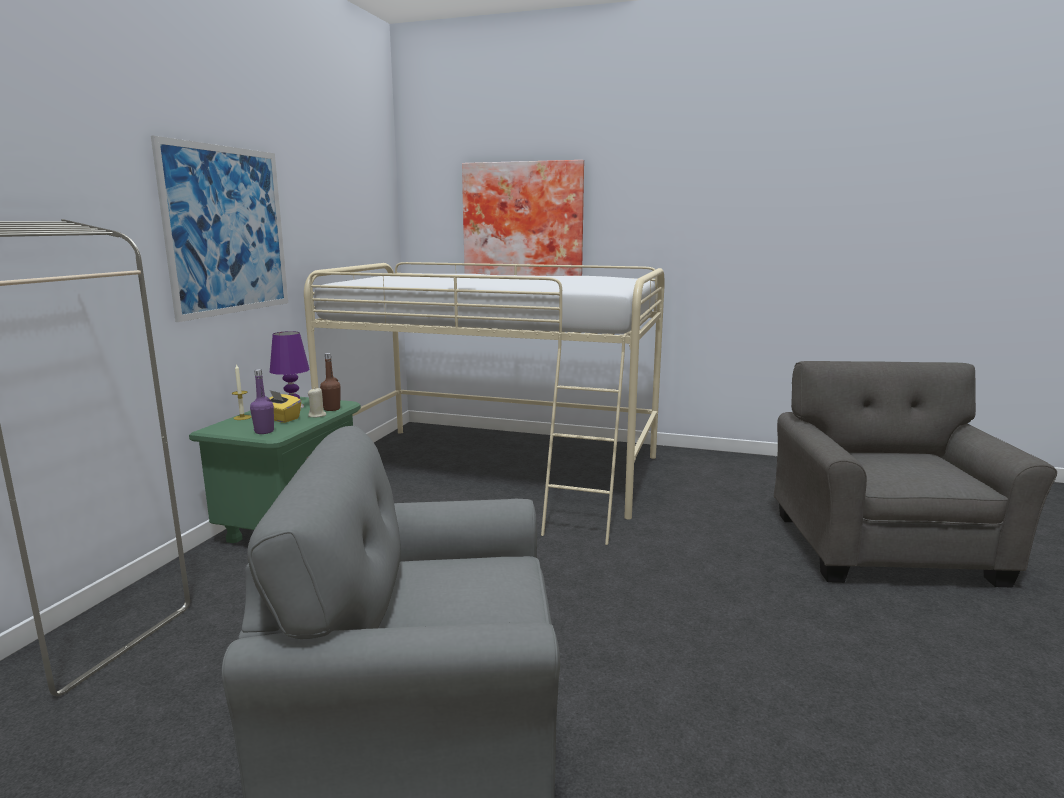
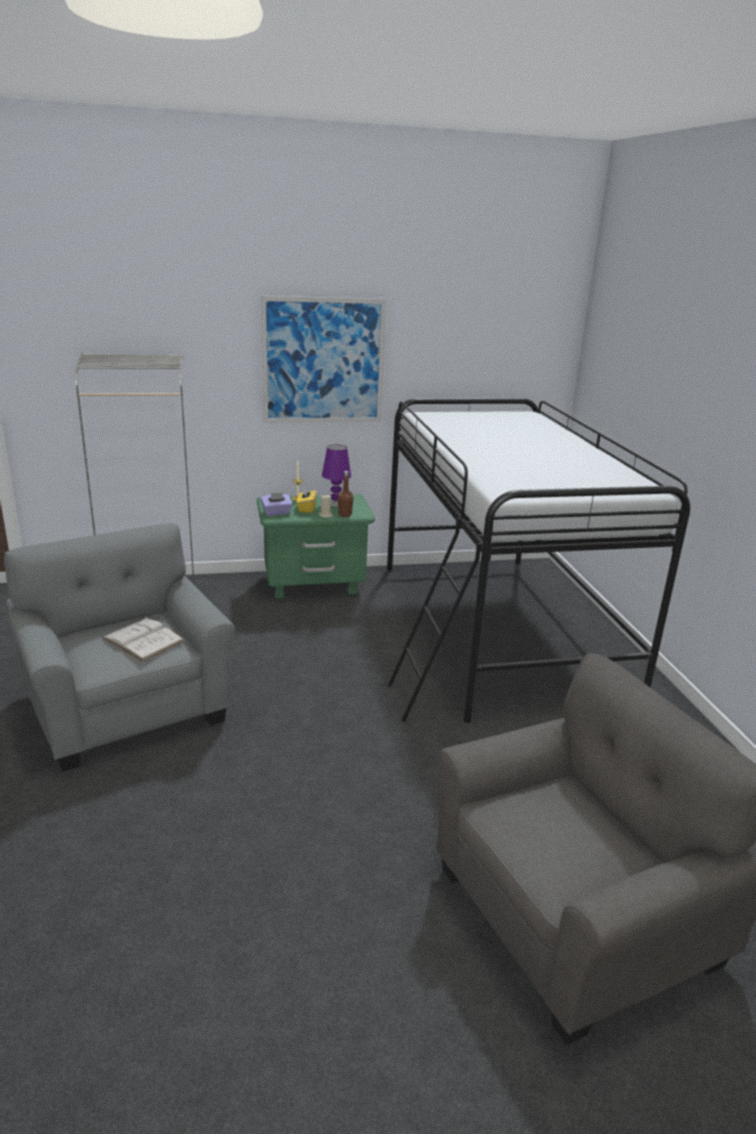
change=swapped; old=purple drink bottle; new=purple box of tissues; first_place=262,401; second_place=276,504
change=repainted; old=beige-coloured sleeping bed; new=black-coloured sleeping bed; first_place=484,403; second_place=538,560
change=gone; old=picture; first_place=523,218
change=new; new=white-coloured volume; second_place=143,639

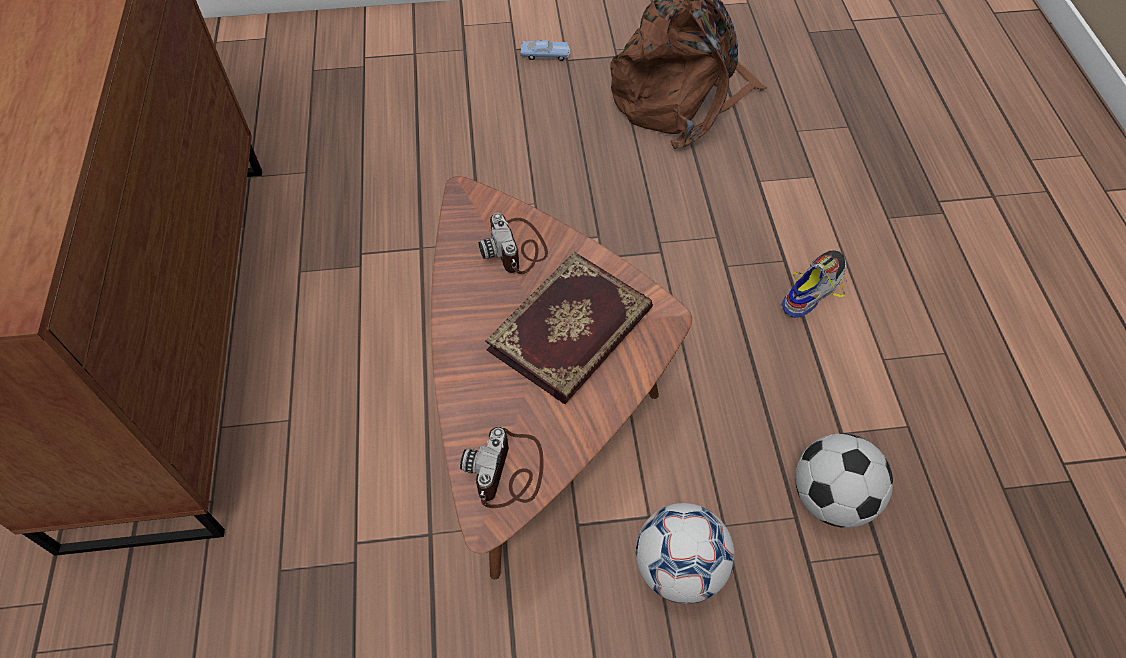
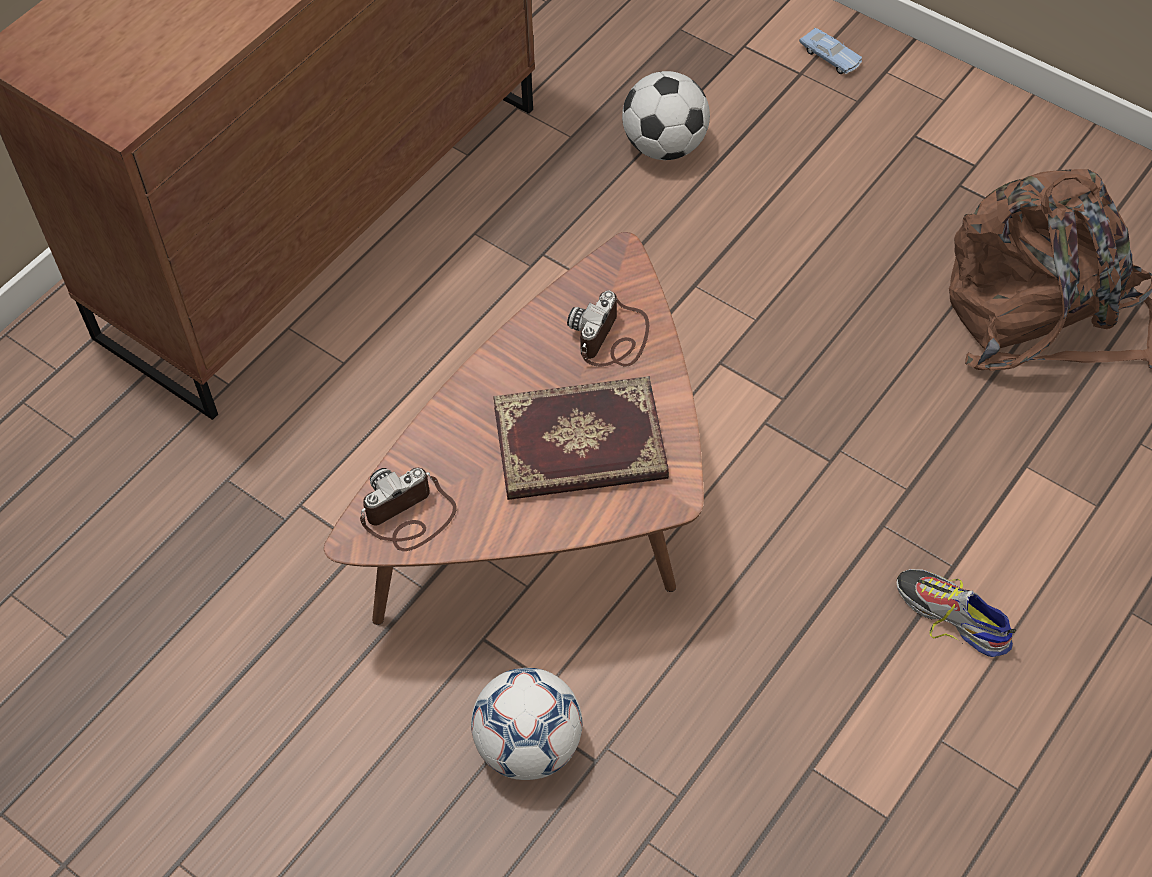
change=shifted; old=blue-coloured toy car; first_place=545,50; second_place=830,51
change=rotated; old=shoe; first_place=813,284; second_place=956,613; degrees=-135
change=shifted; old=football; first_place=844,480; second_place=666,115

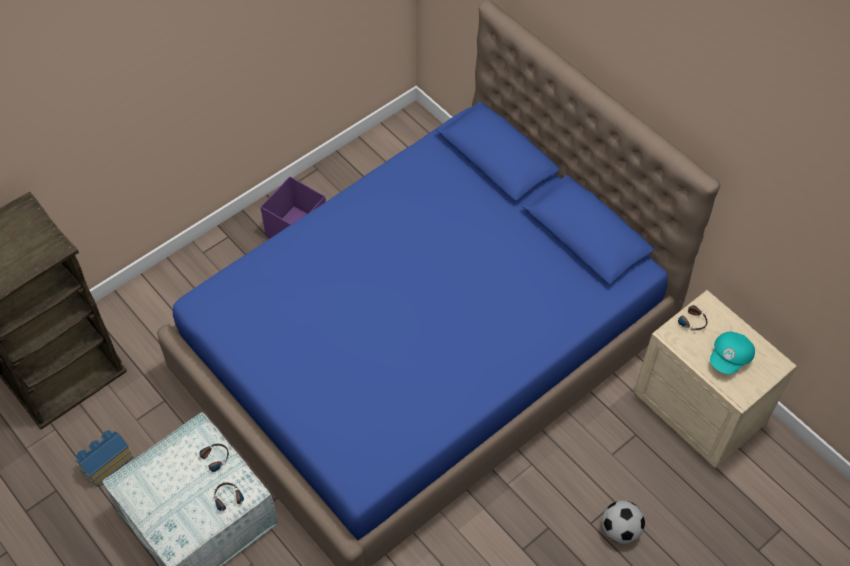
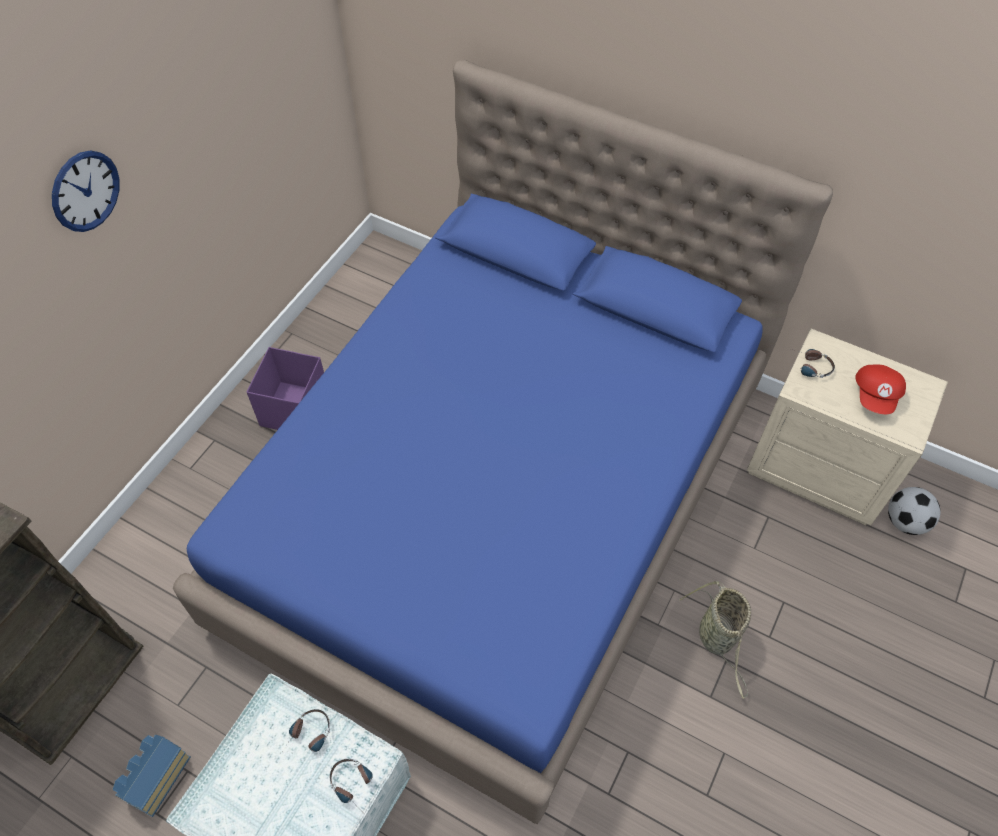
change=shifted; old=football; first_place=623,522; second_place=914,511
change=repainted; old=blue-green baseball cap; new=red baseball cap; first_place=732,353; second_place=880,389
change=new; new=clock on the wall; second_place=85,191
change=new; new=household basket; second_place=715,640

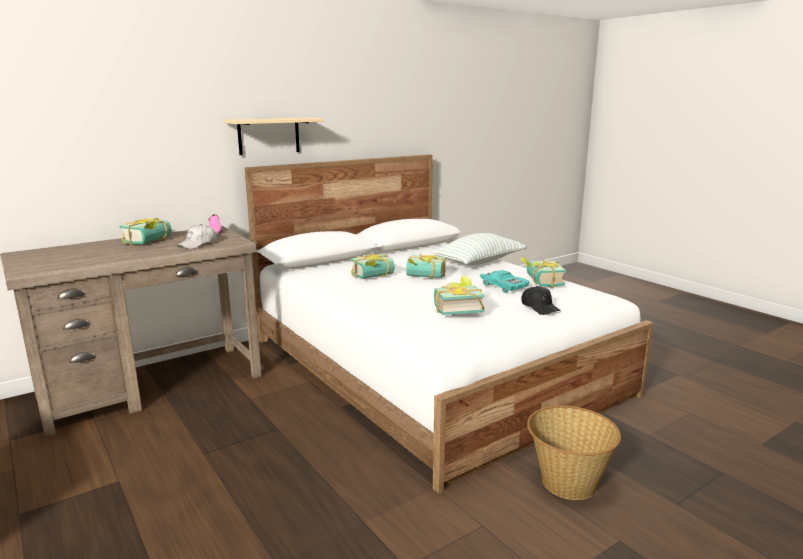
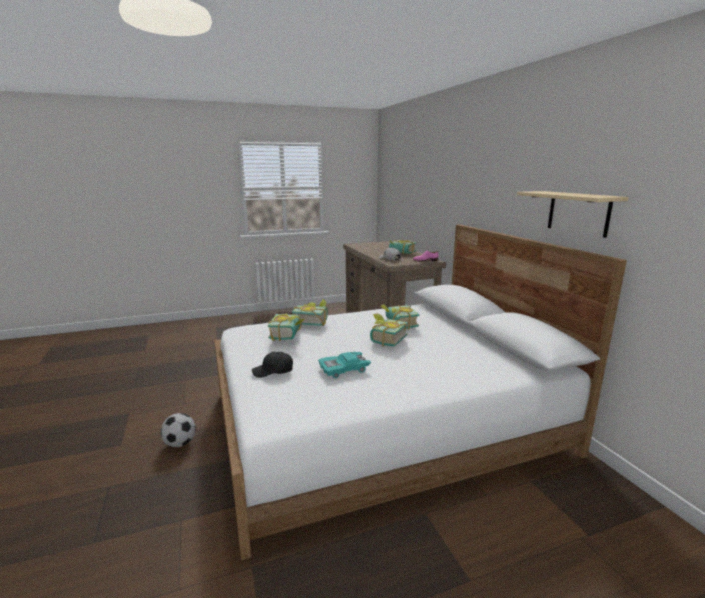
change=shifted; old=beige-coloured bracket shelf; first_place=273,136; second_place=573,214
change=gone; old=throw pillow; first_place=479,249
change=shifted; old=volume; first_place=543,272; second_place=310,312
change=swapped; old=household basket; new=football; first_place=574,453; second_place=178,430

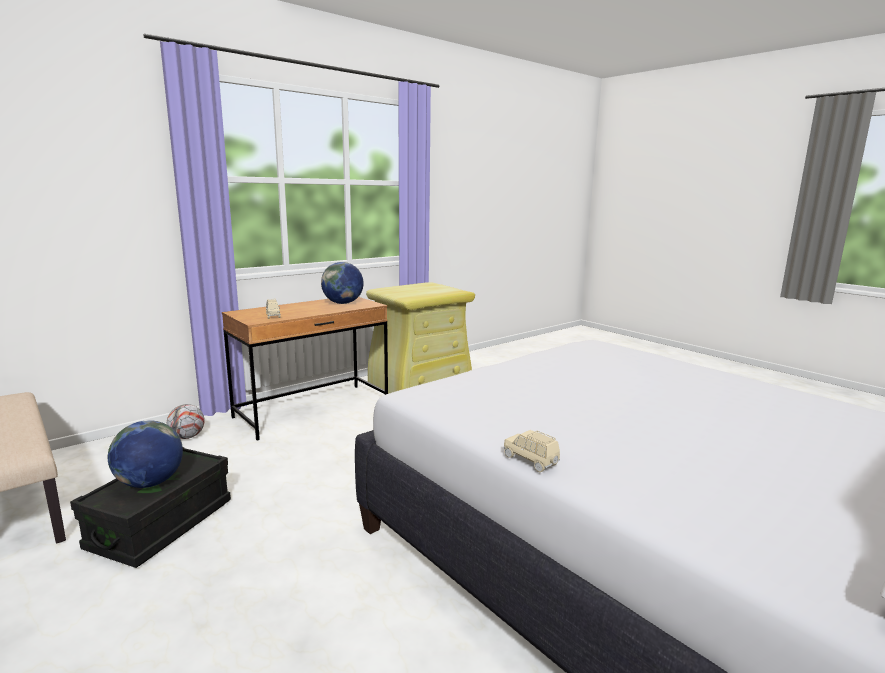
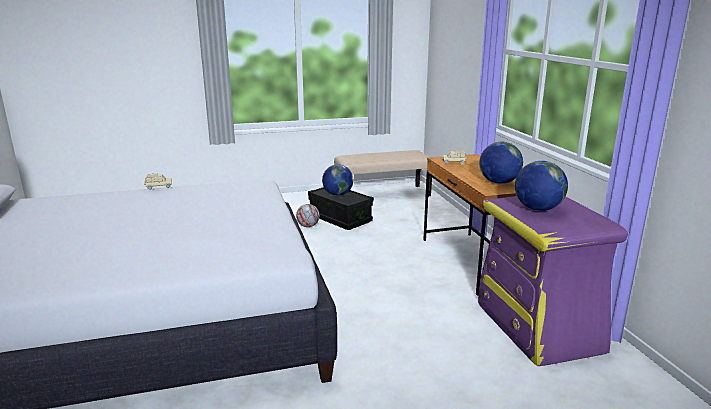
change=shifted; old=football; first_place=186,421; second_place=308,215
change=repainted; old=yellow-coloured nightstand; new=purple nightstand; first_place=420,338; second_place=553,281
change=new; new=world globe; second_place=541,186

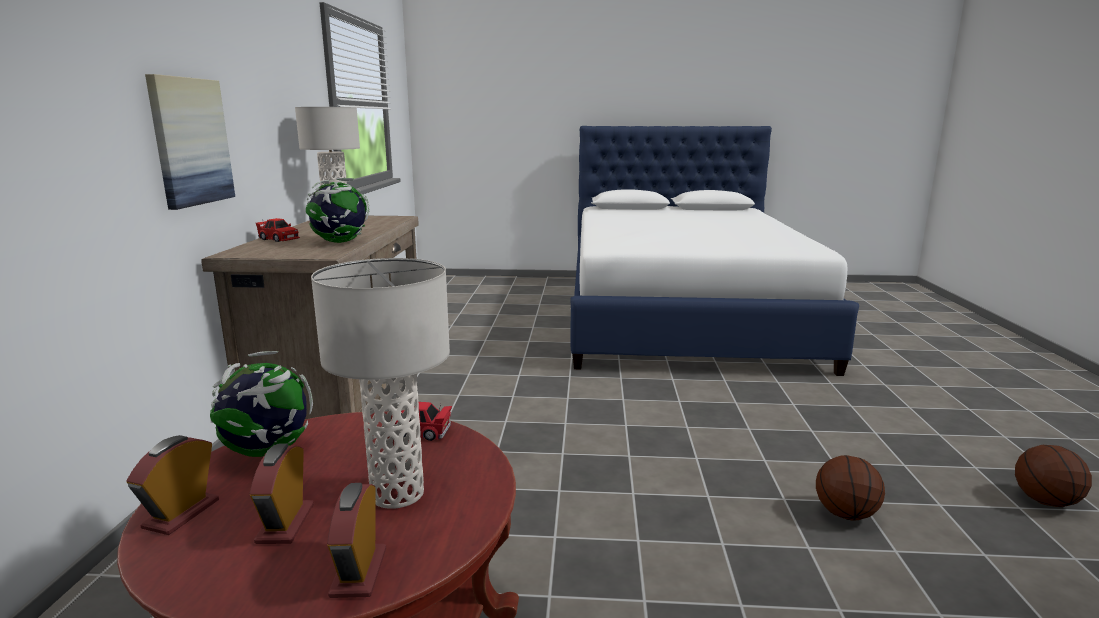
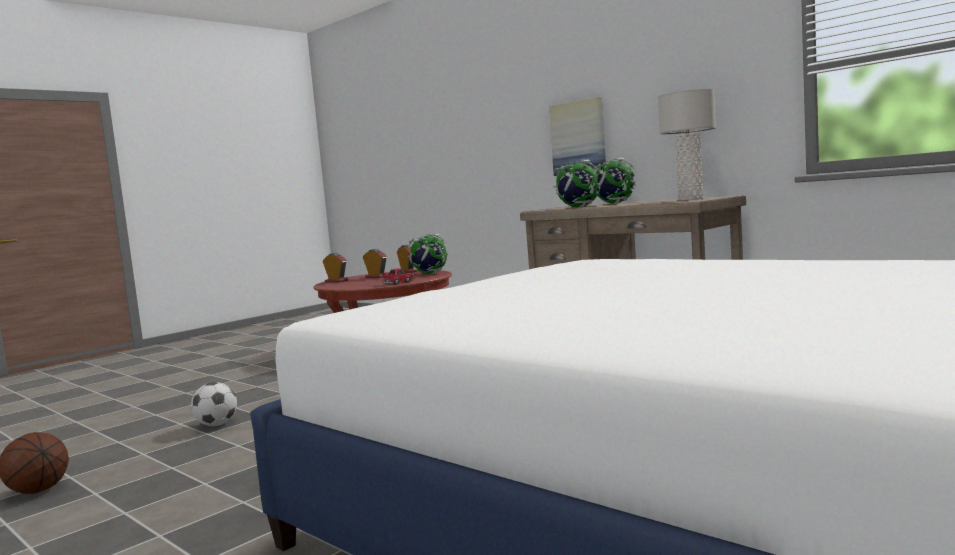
change=swapped; old=red toy car; new=world globe; first_place=278,230; second_place=614,181
change=gone; old=white-coloured lamp for a table; first_place=380,383
change=swapped; old=basketball ball; new=football; first_place=850,488; second_place=214,404

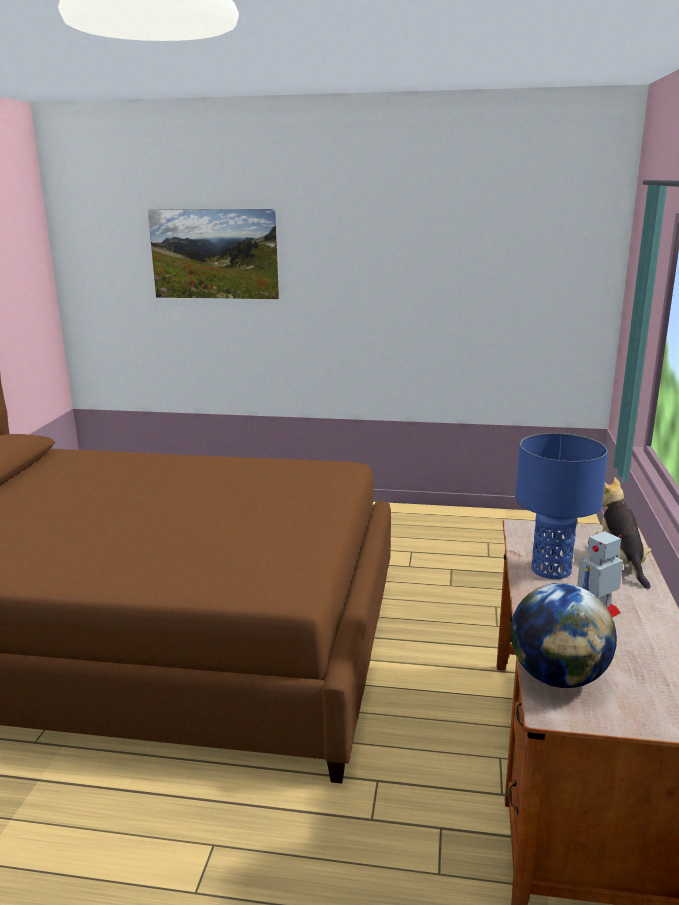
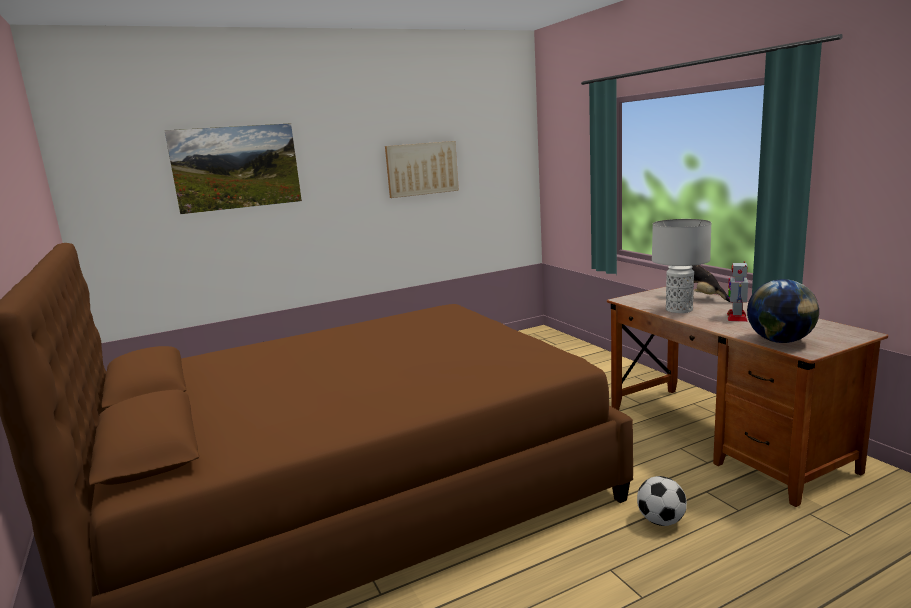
change=repainted; old=blue-coloured lamp for a table; new=white-coloured lamp for a table; first_place=561,506; second_place=681,266
change=new; new=picture; second_place=422,169
change=new; new=football; second_place=662,501

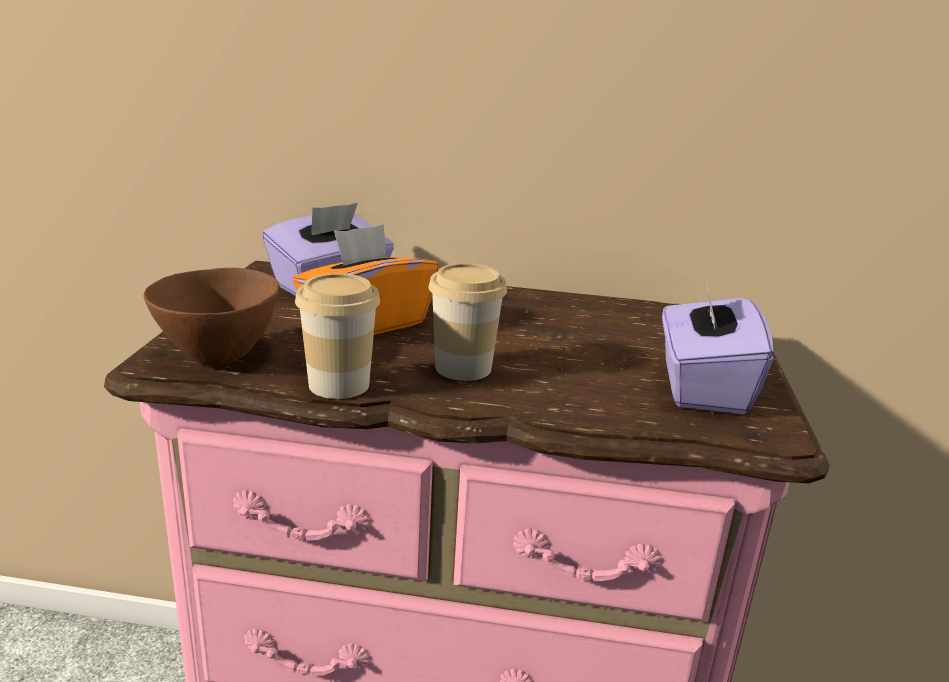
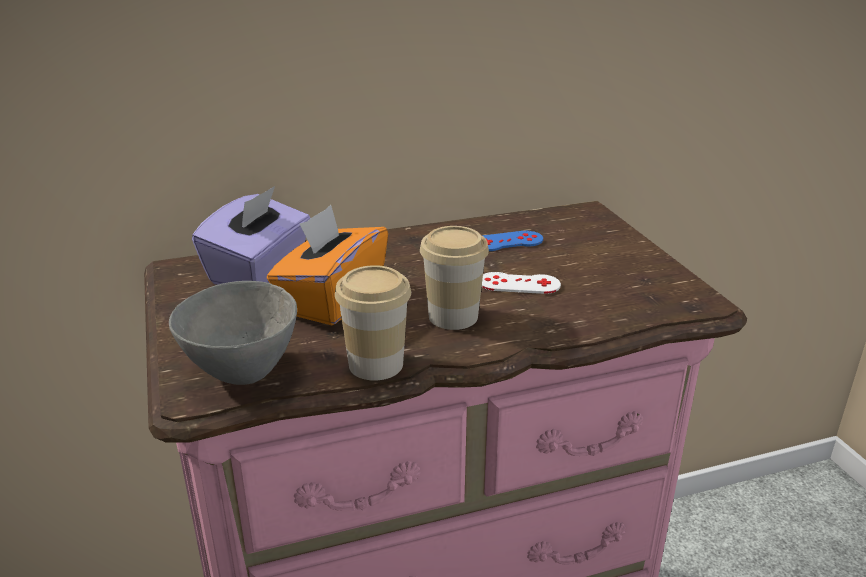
change=repainted; old=brown deep dish; new=greyish deep dish; first_place=211,317; second_place=233,333
change=gone; old=purple box of tissues; first_place=718,344
change=new; new=blue-coloured joypad; second_place=512,241
change=new; new=white-coloured joypad; second_place=521,283

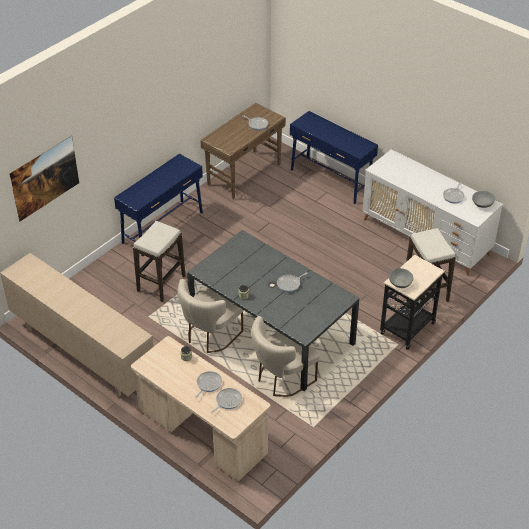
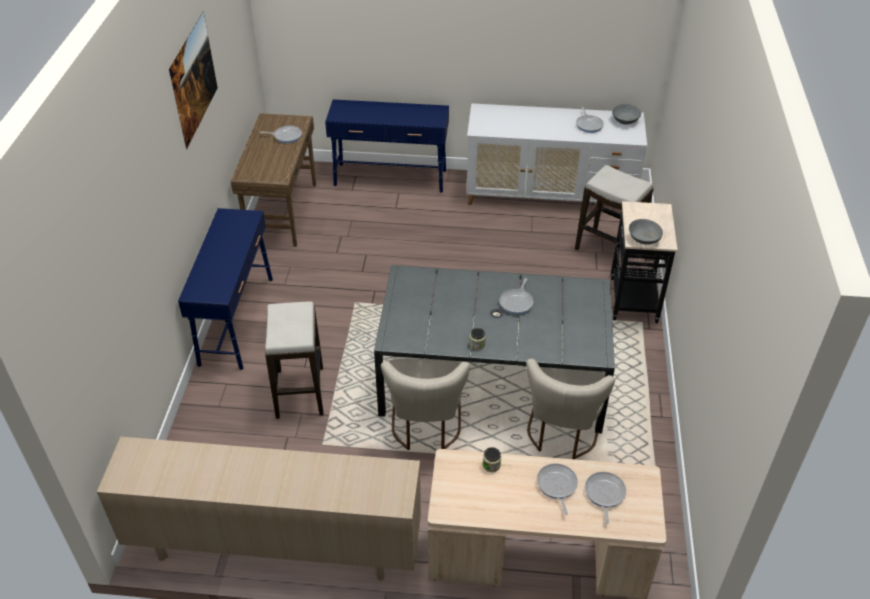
change=shifted; old=picture; first_place=44,179; second_place=193,80

